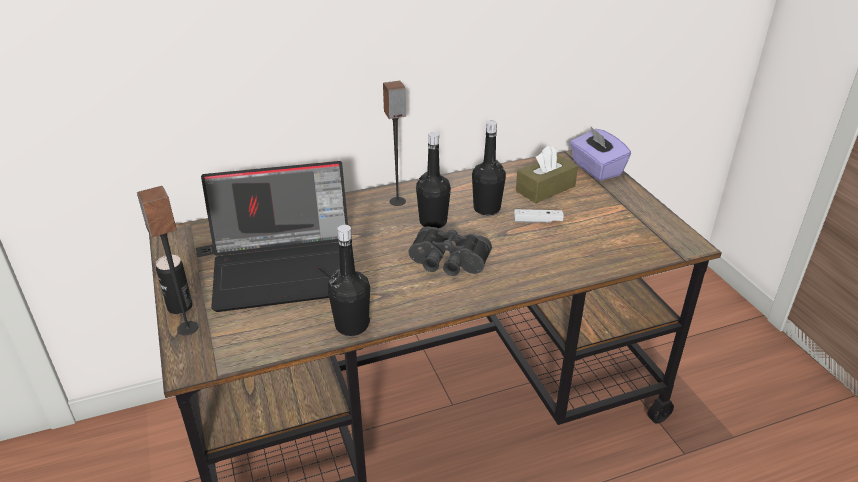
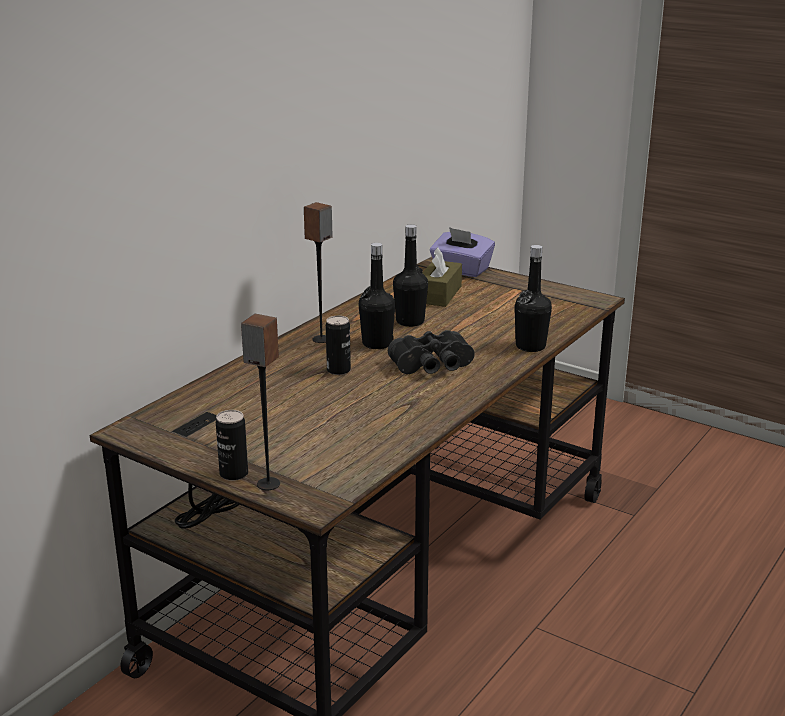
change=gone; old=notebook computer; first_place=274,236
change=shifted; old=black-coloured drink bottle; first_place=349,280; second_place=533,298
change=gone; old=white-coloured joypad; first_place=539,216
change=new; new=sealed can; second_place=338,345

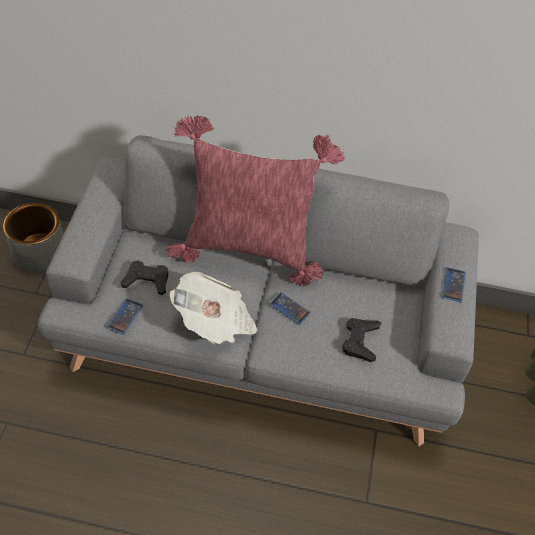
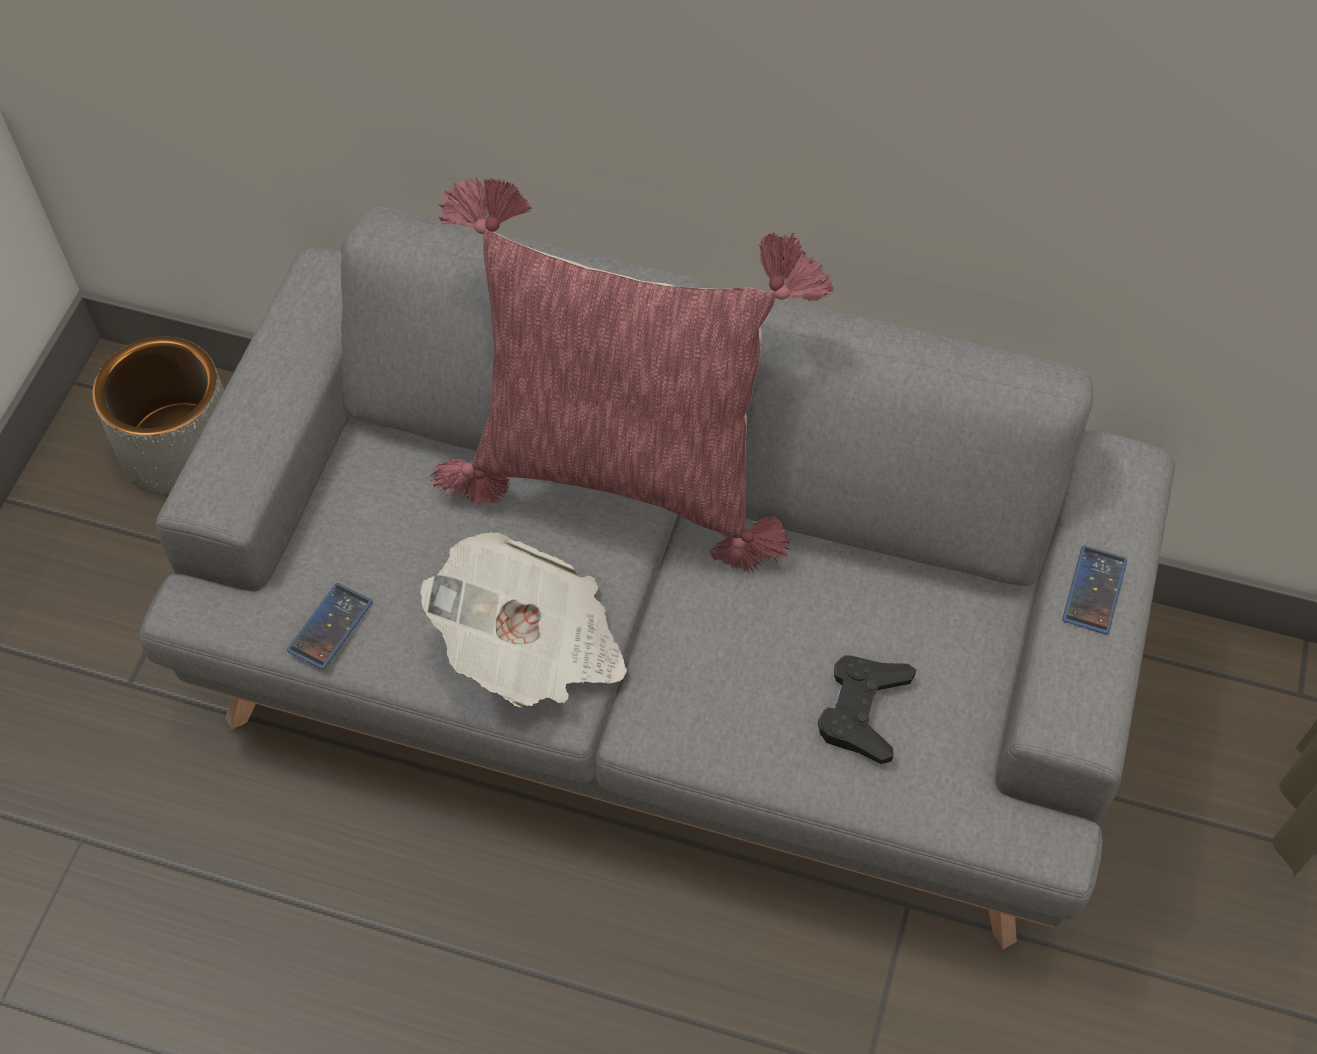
change=gone; old=black-coloured joypad; first_place=144,278
change=gone; old=telephone; first_place=290,308

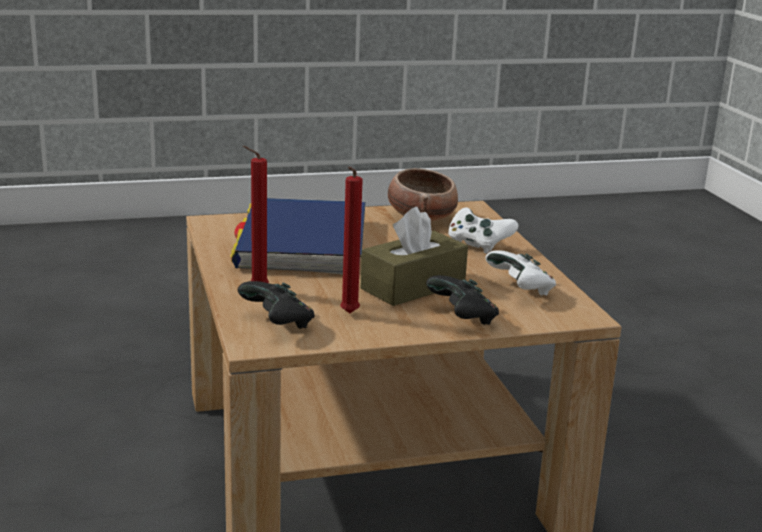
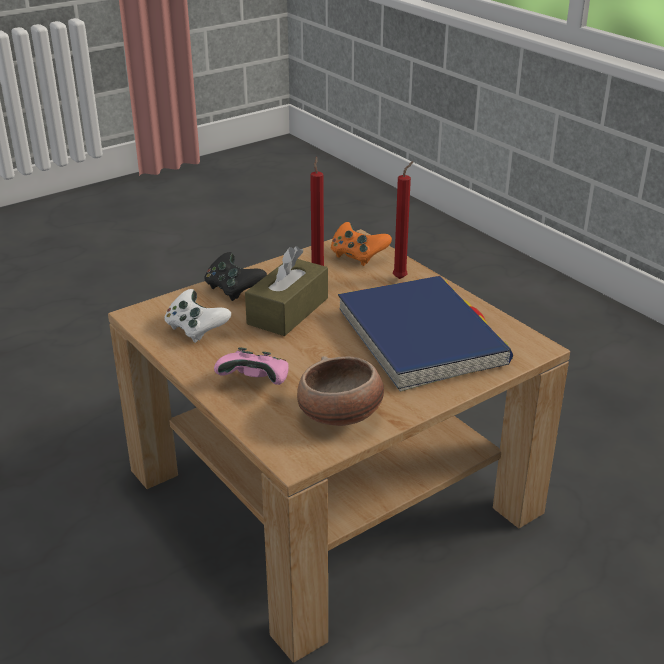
change=repainted; old=black-coloured joypad; new=orangey joypad; first_place=276,305; second_place=361,244
change=repainted; old=white-coloured joypad; new=pink joypad; first_place=483,230; second_place=251,366

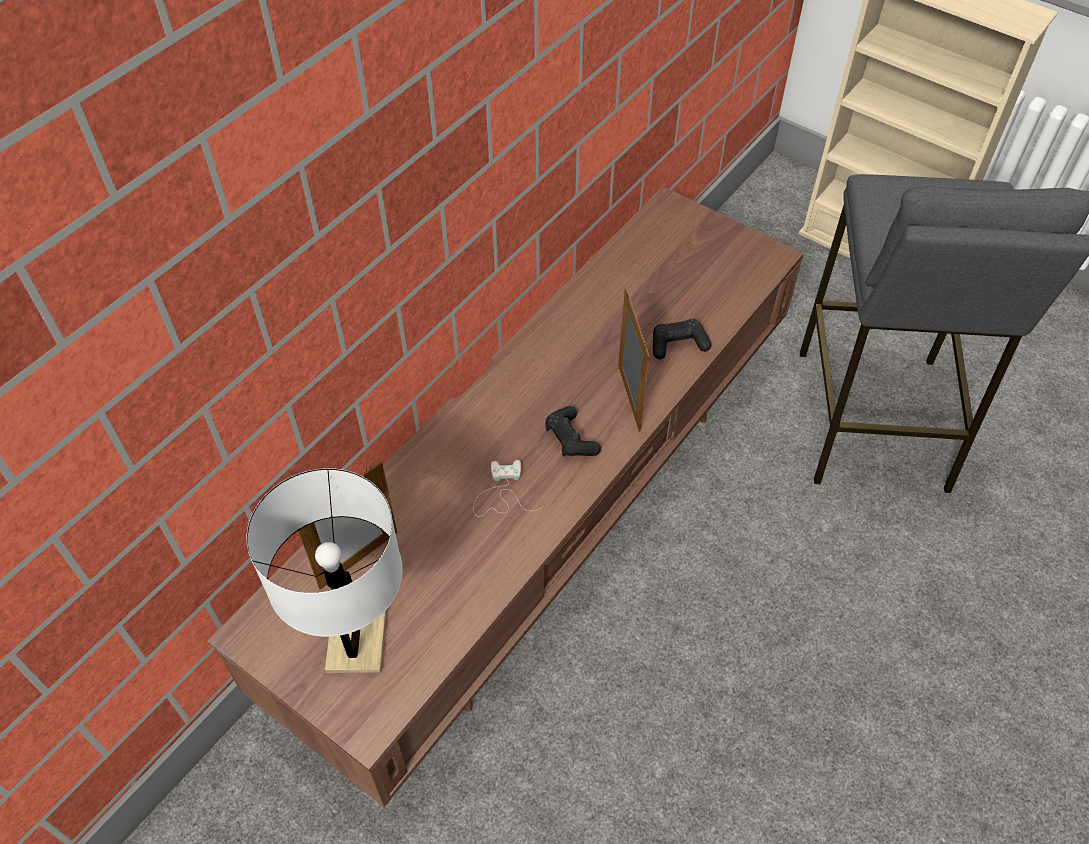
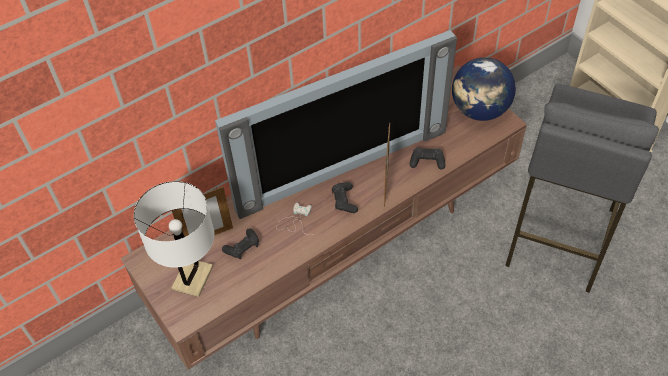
change=new; new=television; second_place=336,124
change=new; new=black-coloured joypad; second_place=240,243
change=new; new=world globe; second_place=484,89

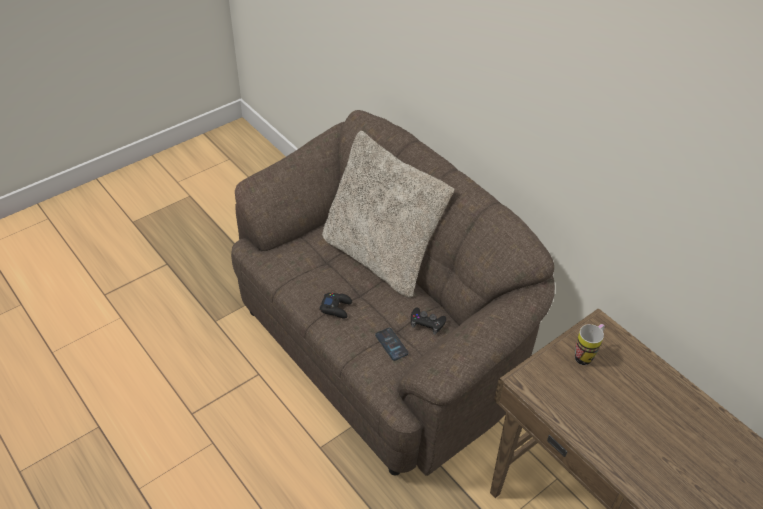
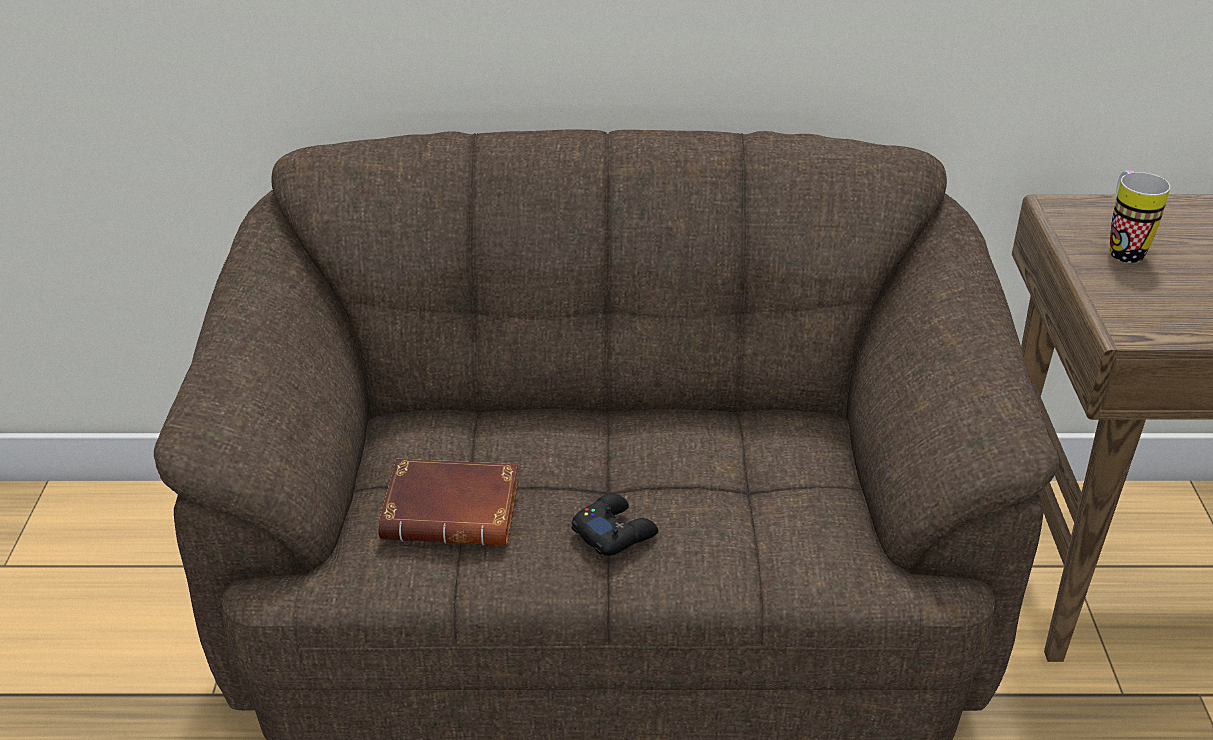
change=gone; old=beige-coloured throw pillow; first_place=388,214
change=gone; old=telephone; first_place=391,344
change=gone; old=black-coloured joypad; first_place=428,321
change=new; new=brown volume; second_place=448,502

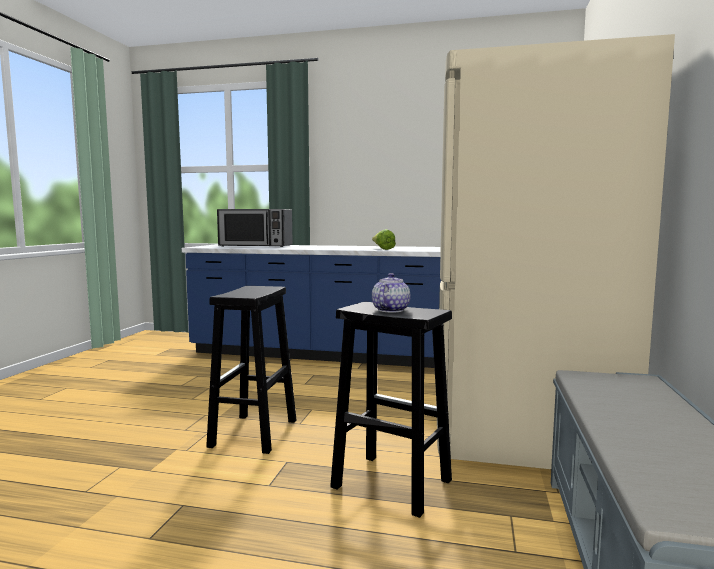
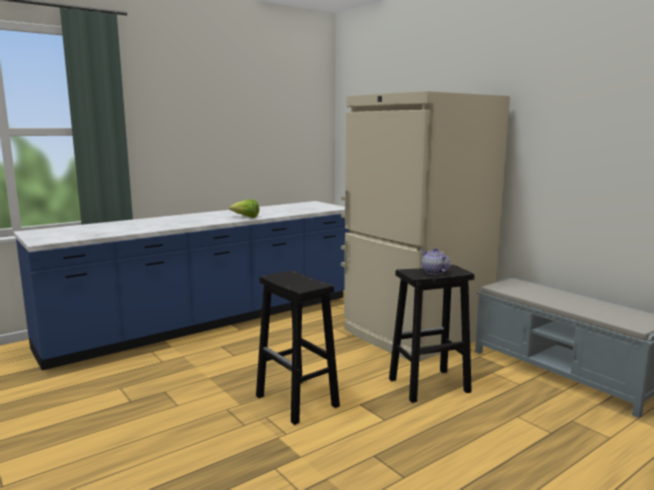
change=gone; old=kitchen microwave; first_place=255,228

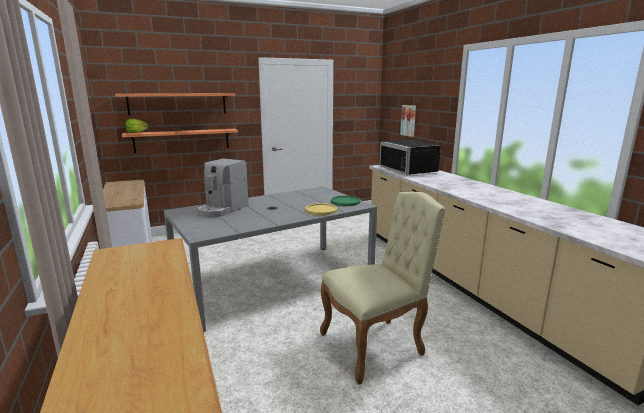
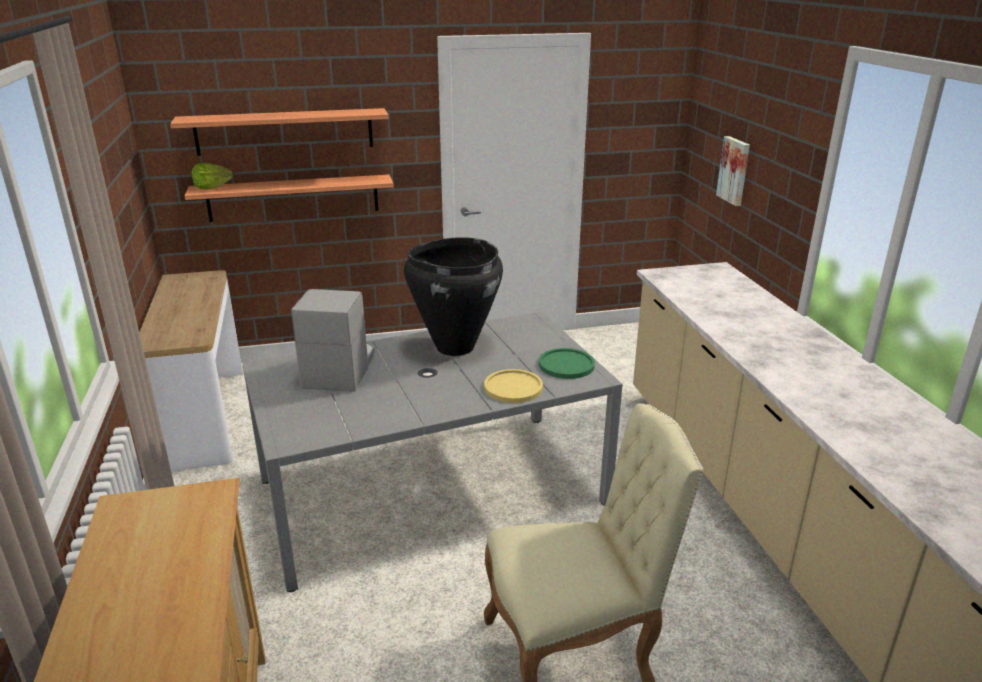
change=rotated; old=coffee maker; first_place=223,188; second_place=333,340; degrees=150
change=gone; old=black-coloured kitchen microwave; first_place=410,157
change=new; new=black-coloured flower vase; second_place=453,296

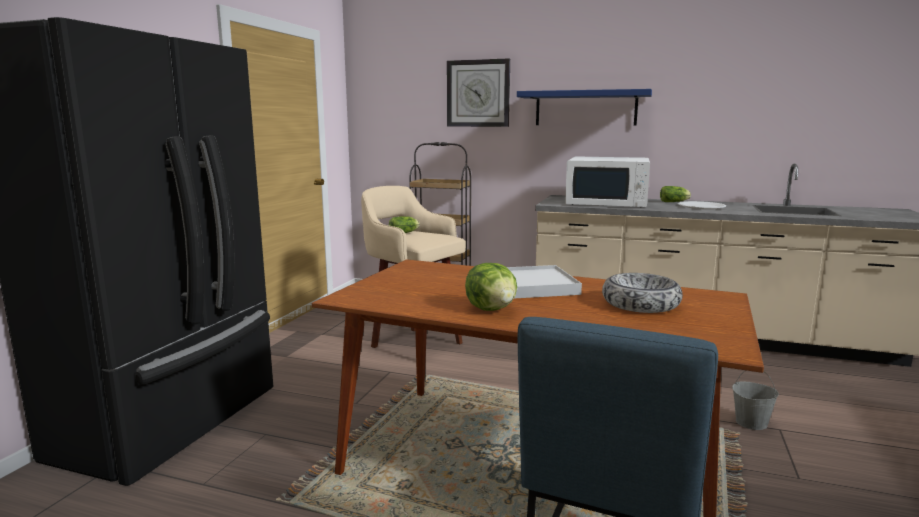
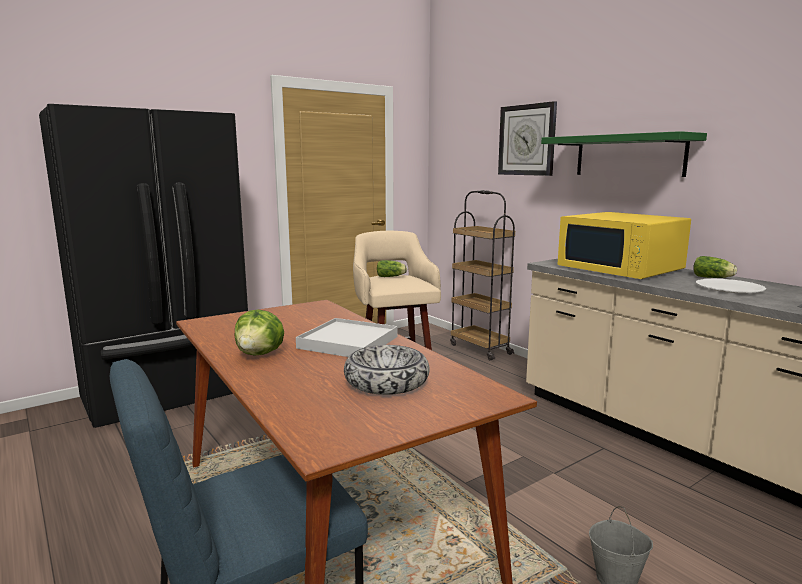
change=repainted; old=blue-coloured bracket shelf; new=green bracket shelf; first_place=584,107; second_place=624,154
change=repainted; old=white-coloured kitchen microwave; new=yellow-coloured kitchen microwave; first_place=607,181; second_place=624,245

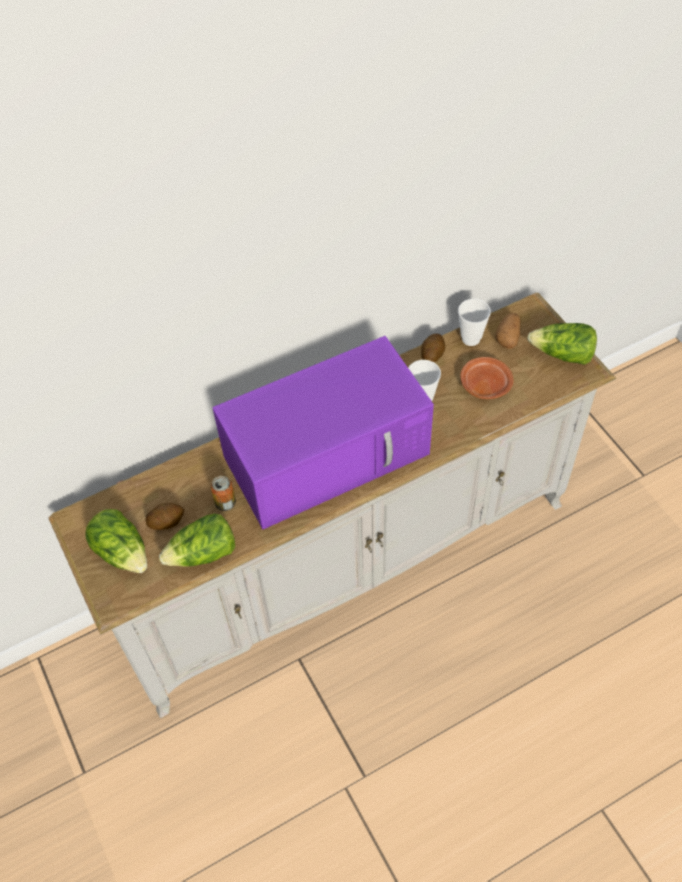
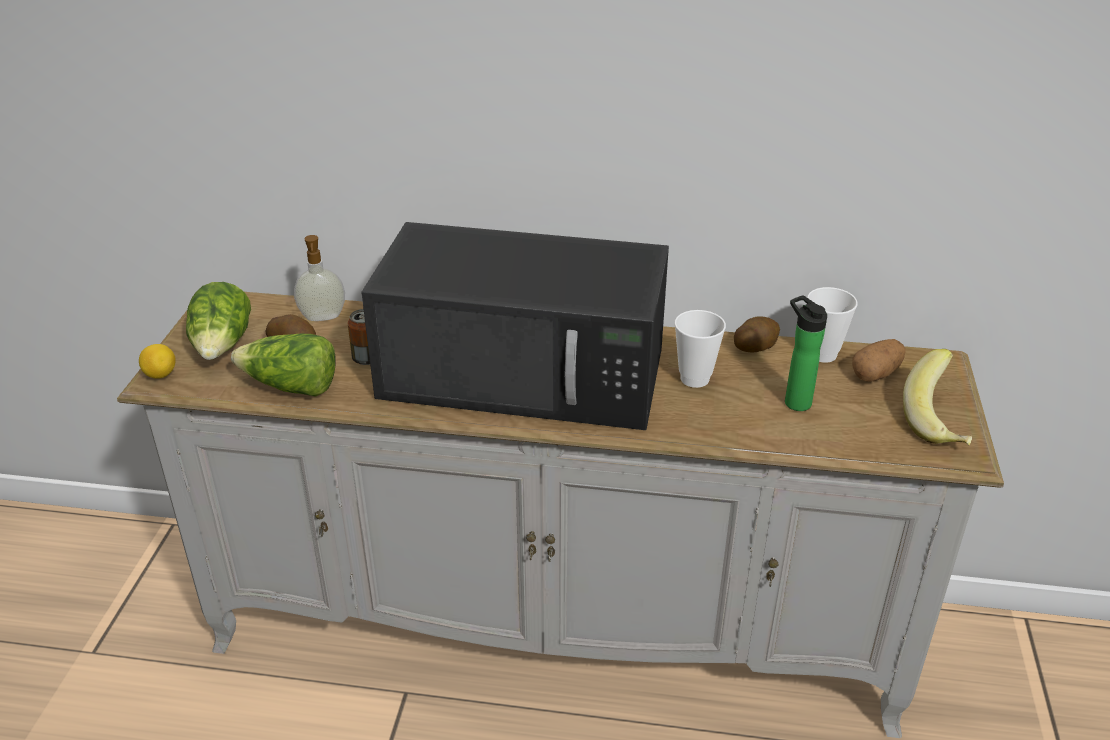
change=repainted; old=purple kitchen microwave; new=black-coloured kitchen microwave; first_place=323,432; second_place=515,326
change=swapped; old=brown flat dish; new=drink bottle; first_place=486,378; second_place=806,353
change=swapped; old=lettuce head; new=banana; first_place=562,344; second_place=937,397
change=new; new=citrus fruit; second_place=157,361
change=new; new=soap dispenser; second_place=319,278

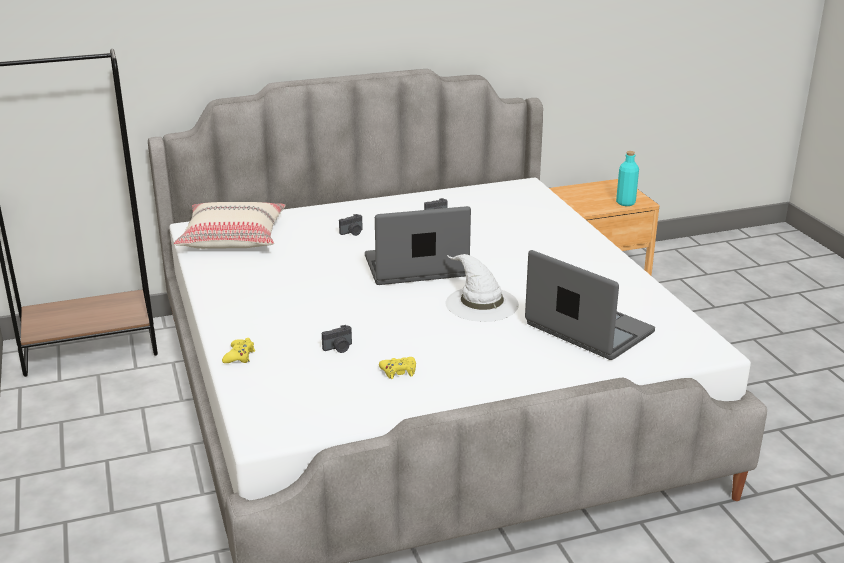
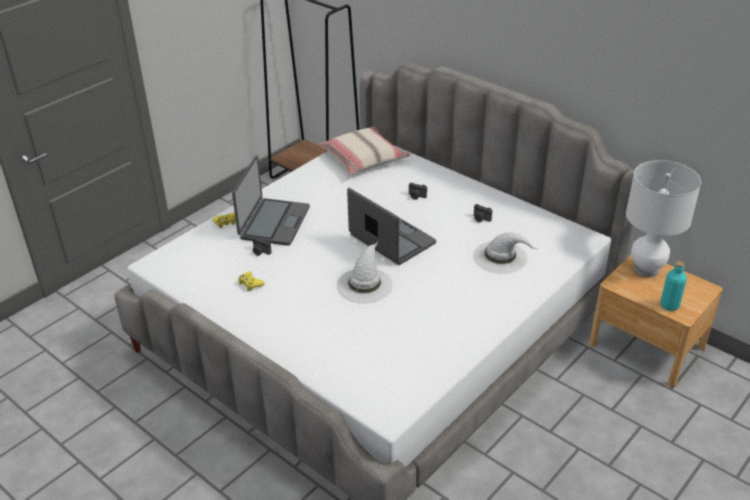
change=shifted; old=notebook computer; first_place=590,305; second_place=271,200
change=new; new=white-coloured clothing hat; second_place=505,253
change=new; new=white-coloured lamp for a table; second_place=663,218

